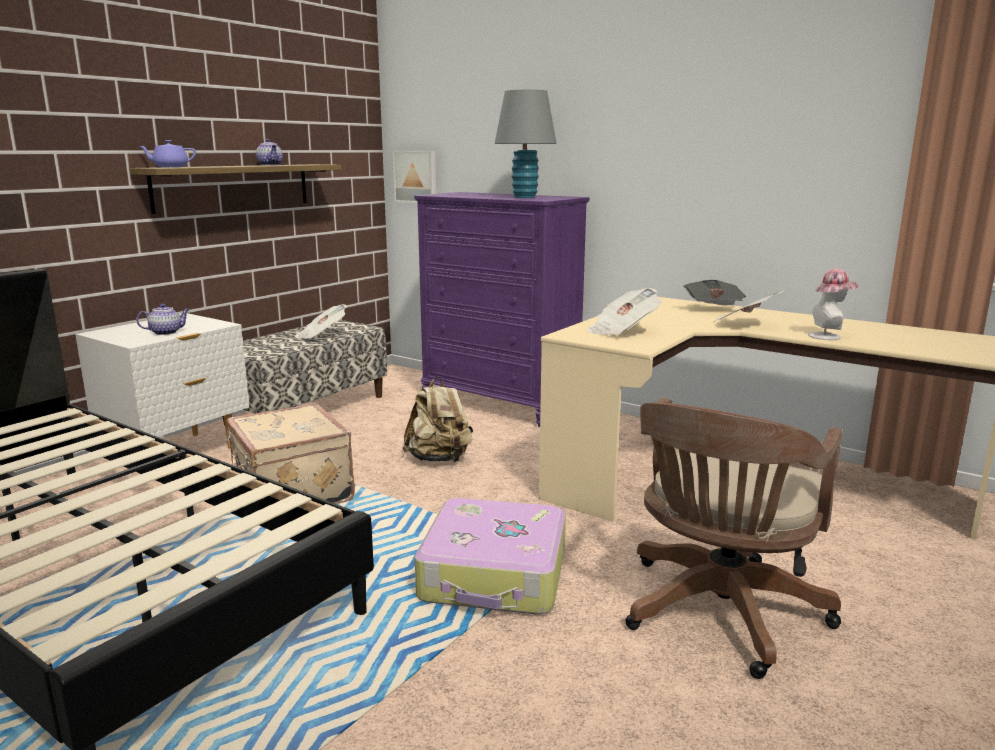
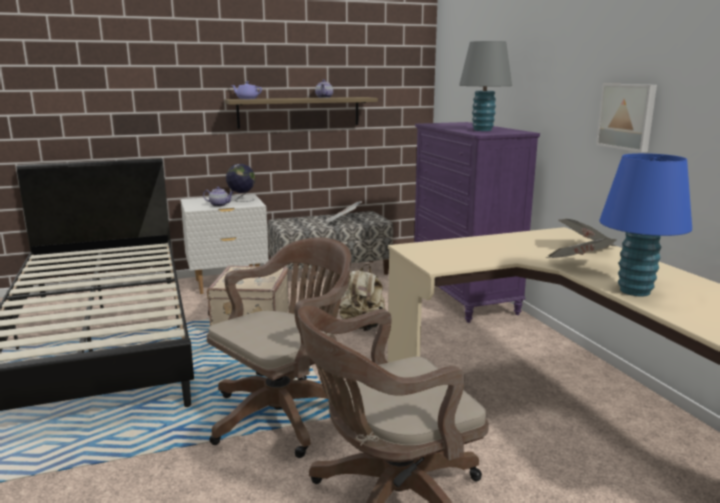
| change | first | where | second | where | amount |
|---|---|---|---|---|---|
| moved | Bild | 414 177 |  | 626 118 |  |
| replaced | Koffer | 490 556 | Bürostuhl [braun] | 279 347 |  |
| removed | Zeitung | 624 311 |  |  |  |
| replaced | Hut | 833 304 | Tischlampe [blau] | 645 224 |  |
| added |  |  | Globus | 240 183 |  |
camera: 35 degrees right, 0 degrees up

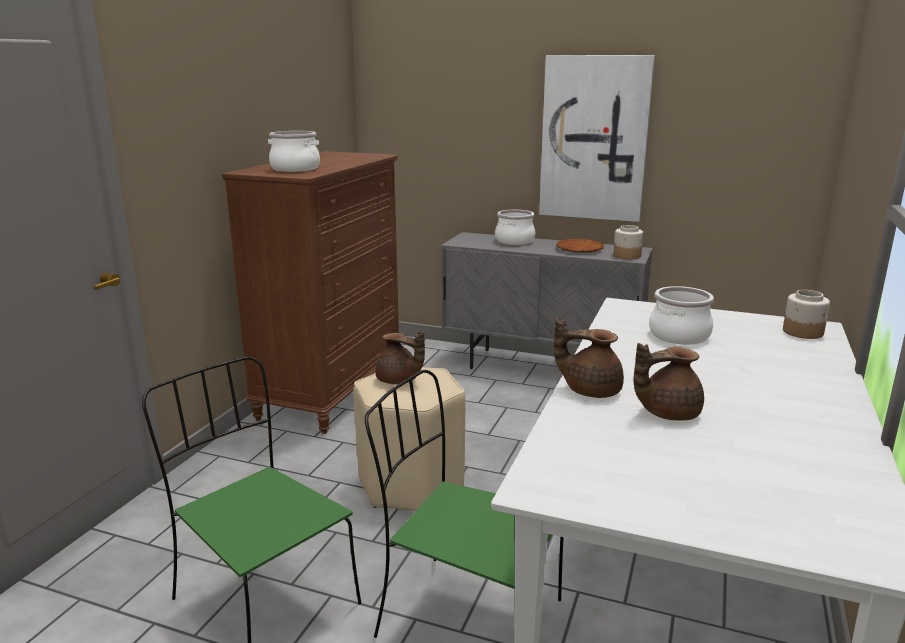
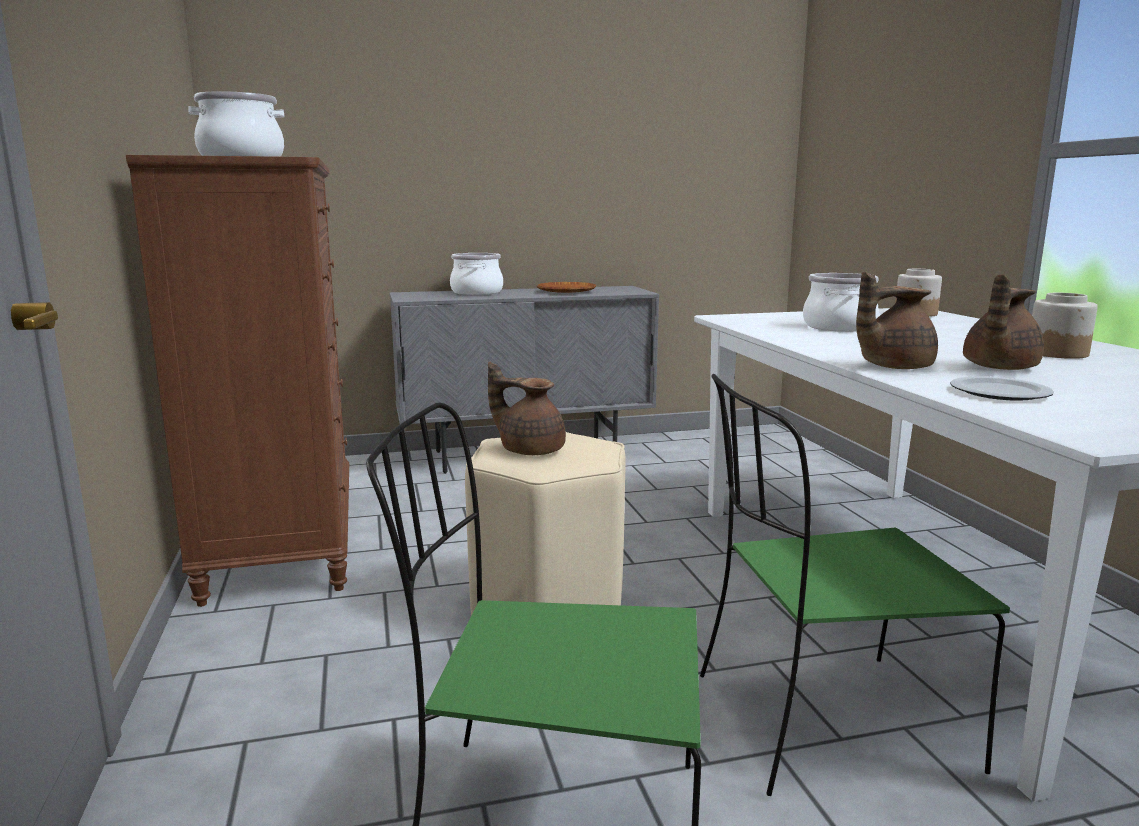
| change | first | where | second | where | amount |
|---|---|---|---|---|---|
| turned | Teekanne [braun] | 400 358 |  | 527 408 | 150 degrees counterclockwise |
| removed | Bild | 597 138 |  |  |  |
| moved | Vorratsglas | 628 242 |  | 1065 326 |  |
| added |  |  | Teller | 1002 388 |  |
camera: 35 degrees left, 5 degrees down

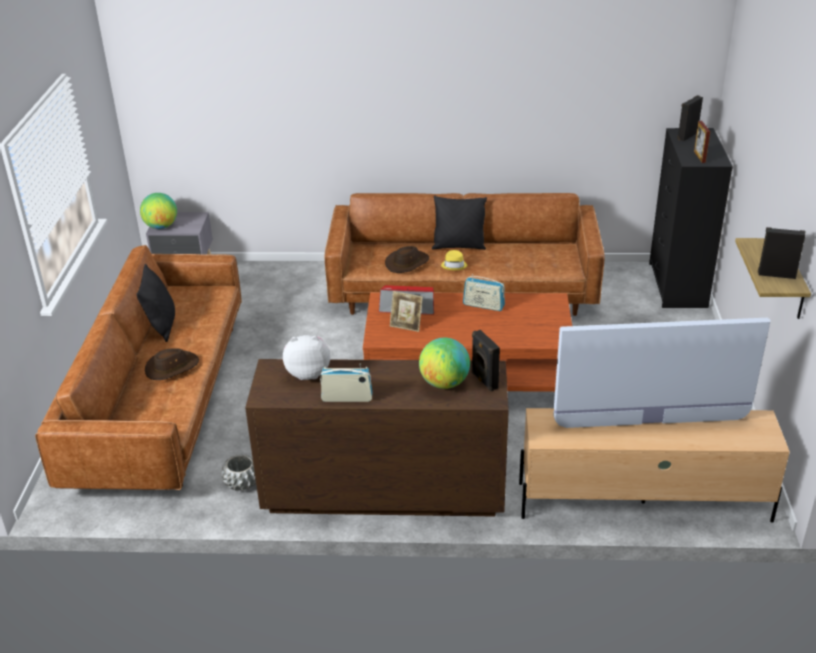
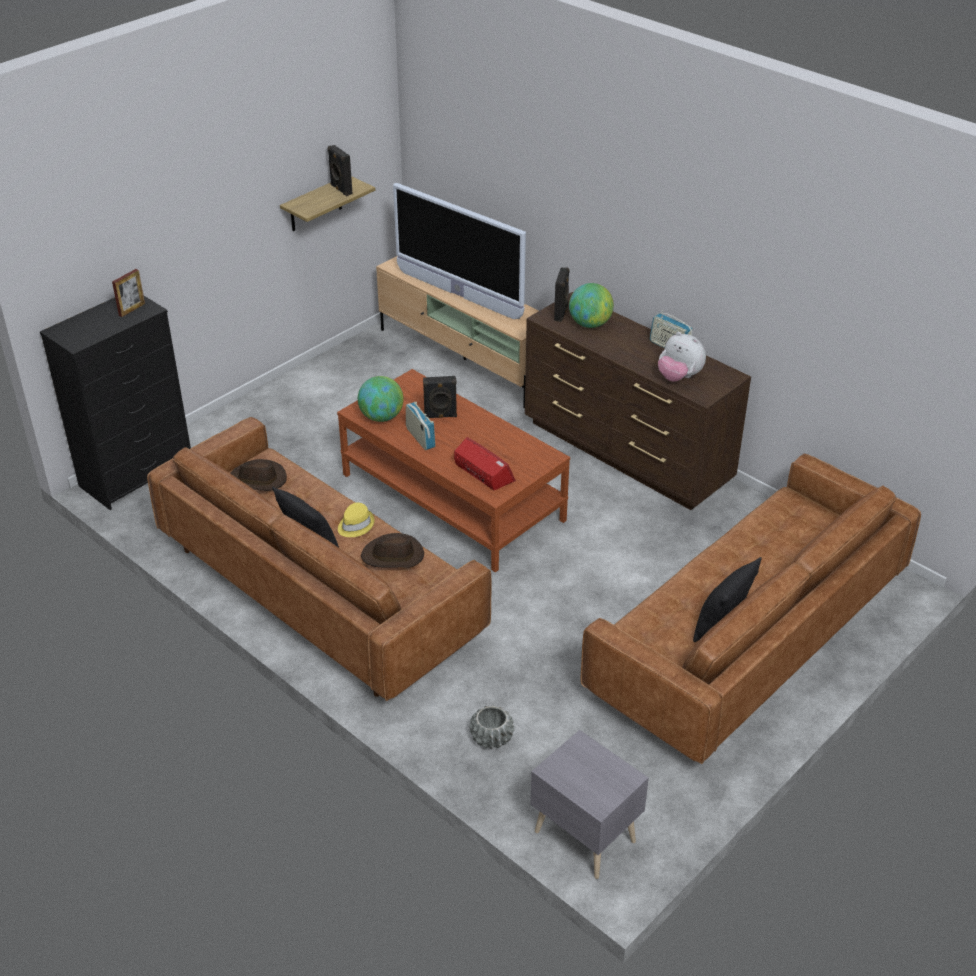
| change | first | where | second | where | amount |
|---|---|---|---|---|---|
| moved | Globus | 158 211 |  | 381 399 |  |
| moved | Hut [braun] | 172 364 |  | 258 475 |  |
| moved | Pflanzkübel [grau] | 238 473 |  | 492 727 |  |
| removed | Bilderrahmen | 406 311 |  |  |  |
| moved | Lautsprecher [schwarz] | 690 118 |  | 440 397 |  |
camera: 140 degrees left, 5 degrees up

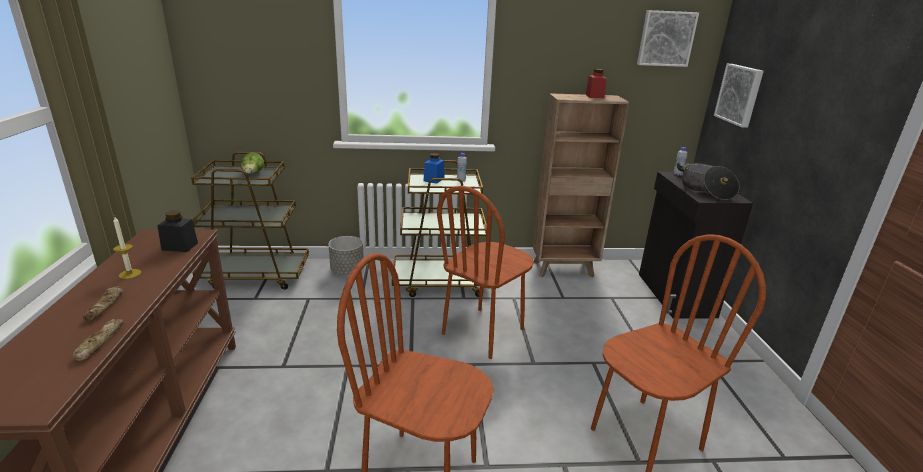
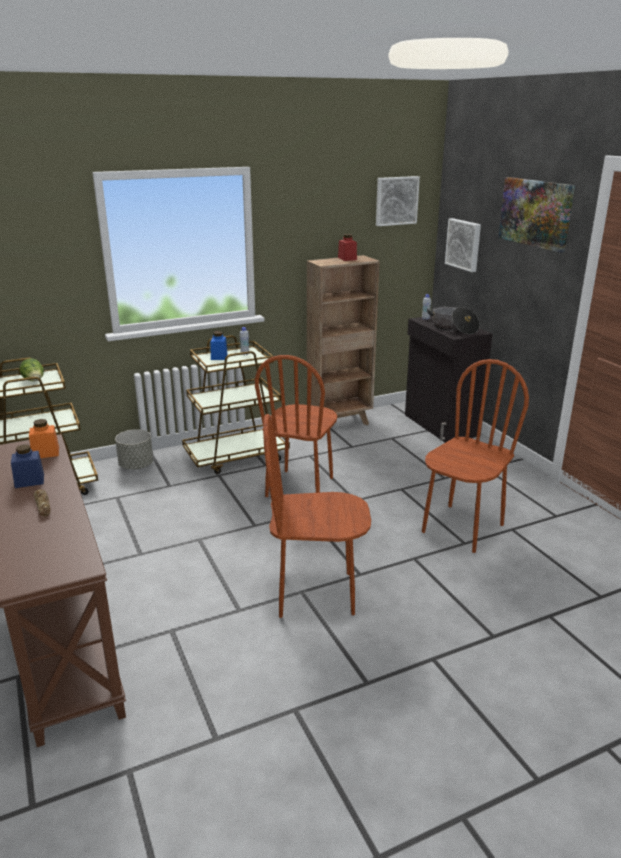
| change | first | where | second | where | amount |
|---|---|---|---|---|---|
| removed | Brot | 98 340 |  |  |  |
| replaced | Kerze | 127 248 | Vorratsglas [blau] | 27 466 |  |
| recoloured | Vorratsglas [schwarz] | 177 231 | Vorratsglas [orange] | 44 438 |  |
| added |  |  | Bild | 536 215 |  |
camera: 20 degrees left, 0 degrees up

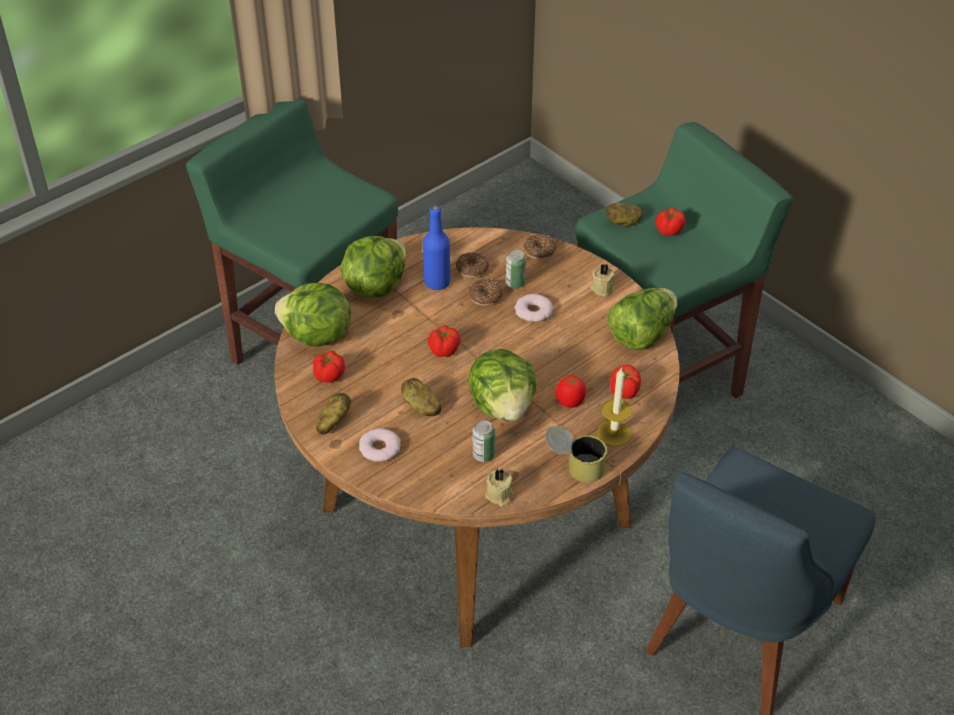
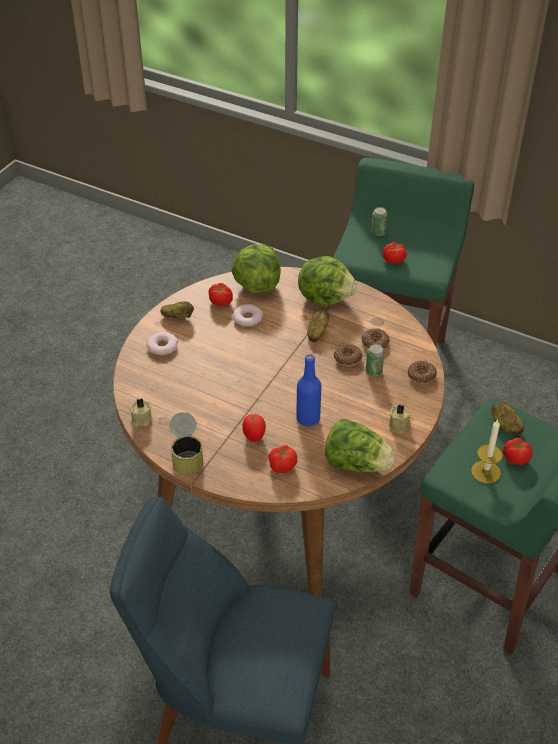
| change | first | where | second | where | amount |
|---|---|---|---|---|---|
| moved | Kartoffel | 421 397 |  | 318 326 |  |
| moved | Flasche [blau] | 436 247 |  | 308 390 |  |
| moved | Tomate | 444 341 |  | 395 253 |  |
| removed | Salatkopf | 503 385 |  |  |  |
| moved | Dose | 484 441 |  | 379 221 |  |
| moved | Donut | 534 308 |  | 248 315 |  |
| moved | Kerze | 614 406 |  | 487 452 |  |
camera: 70 degrees right, 0 degrees up

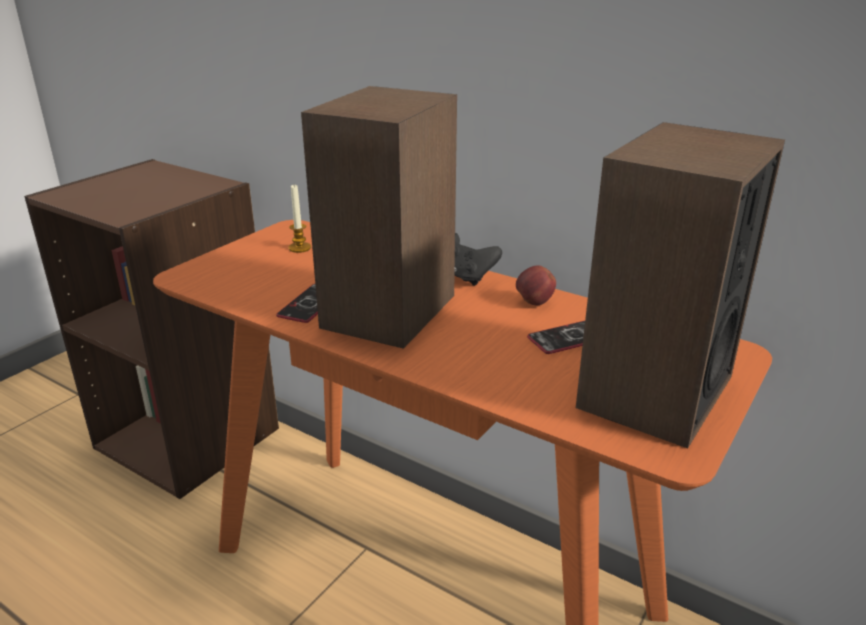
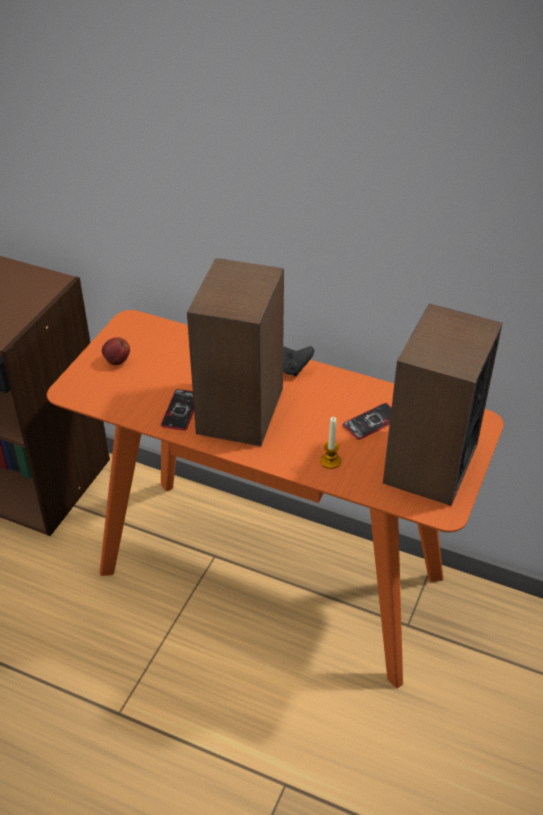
| change | first | where | second | where | amount |
|---|---|---|---|---|---|
| moved | Kerze | 299 219 |  | 330 443 |  |
| moved | Apfel | 536 285 |  | 116 351 |  |
camera: 10 degrees left, 15 degrees up

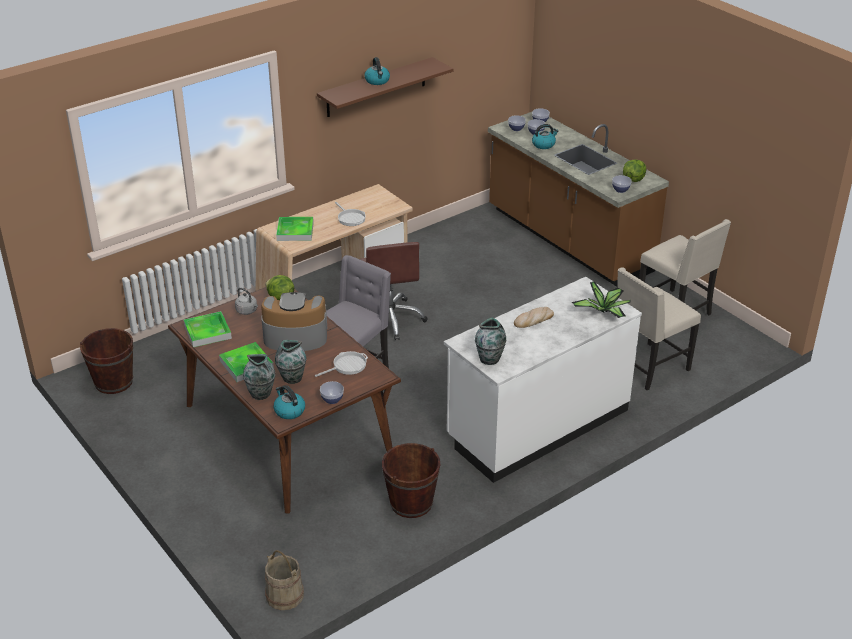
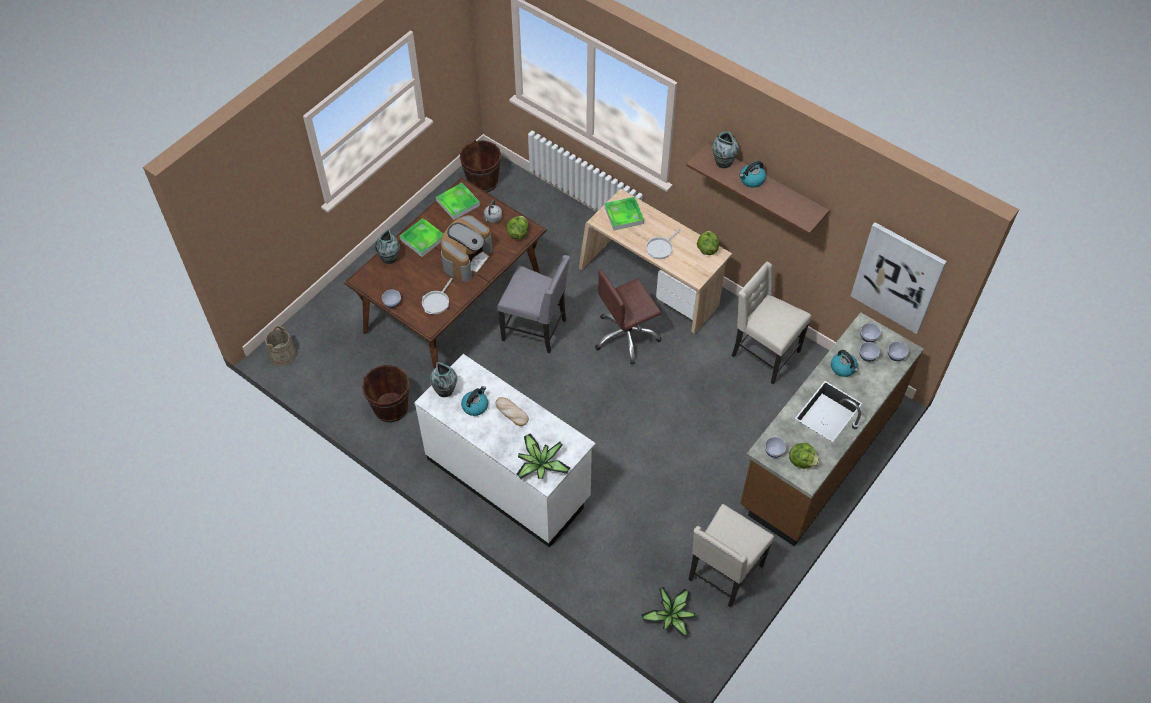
| change | first | where | second | where | amount |
|---|---|---|---|---|---|
| turned | Kaffeemaschine | 294 321 |  | 466 248 | 45 degrees clockwise |
| moved | Wasserkessel | 289 402 |  | 474 401 |  |
| moved | Vase | 290 362 |  | 725 149 |  |
| turned | Pfanne | 341 364 |  | 437 296 | 75 degrees clockwise |
| moved | Stuhl [beige] | 659 329 |  | 771 323 |  |
| added |  |  | Topfpflanze | 668 612 |  |
| added |  |  | Salatkopf | 708 243 |  |
| added |  |  | Bild | 899 278 |  |
camera: 75 degrees right, 20 degrees up

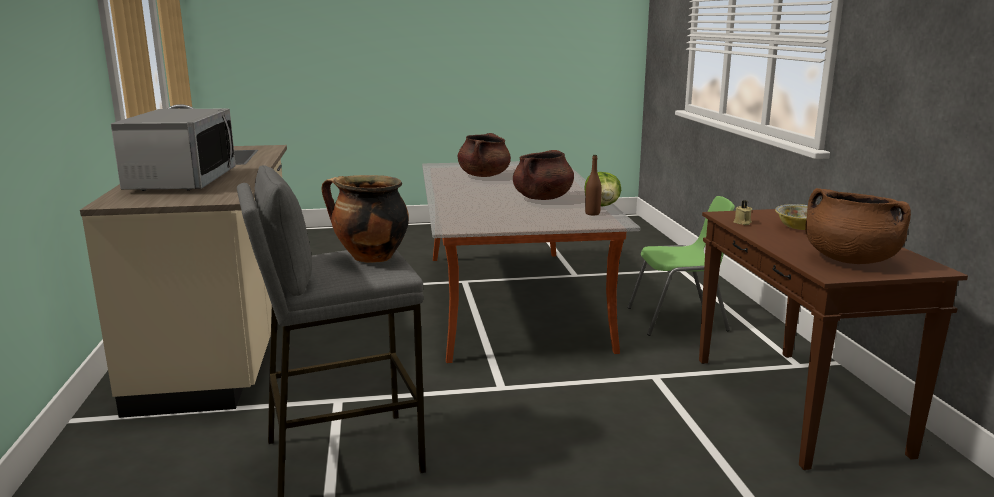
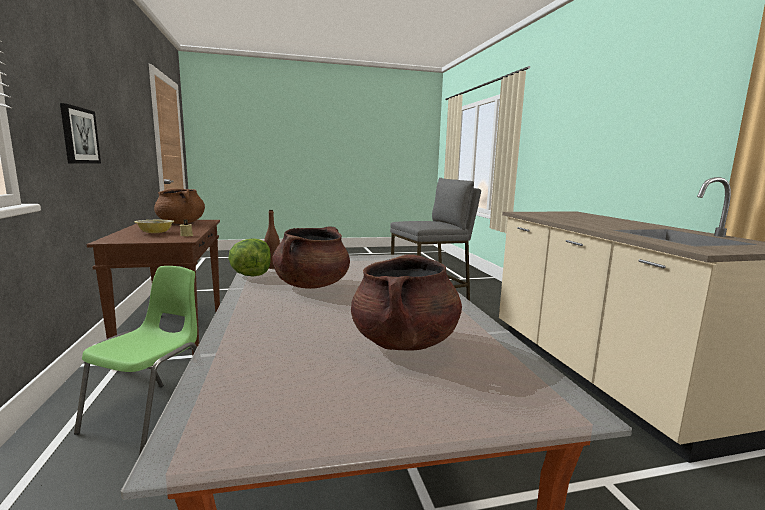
| change | first | where | second | where | amount |
|---|---|---|---|---|---|
| removed | Mikrowelle | 173 150 |  |  |  |
| removed | Kochtopf | 365 219 |  |  |  |
| turned | Stuhl [grün] | 681 266 |  | 135 360 | 120 degrees clockwise |
| added |  |  | Bild | 80 133 |  |
camera: 175 degrees right, 5 degrees down

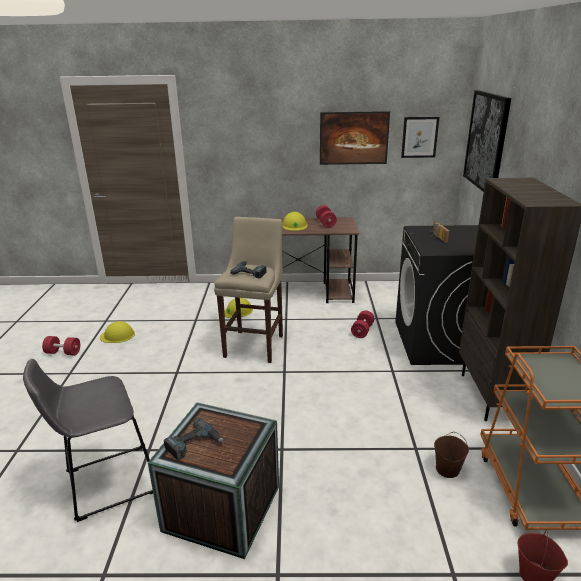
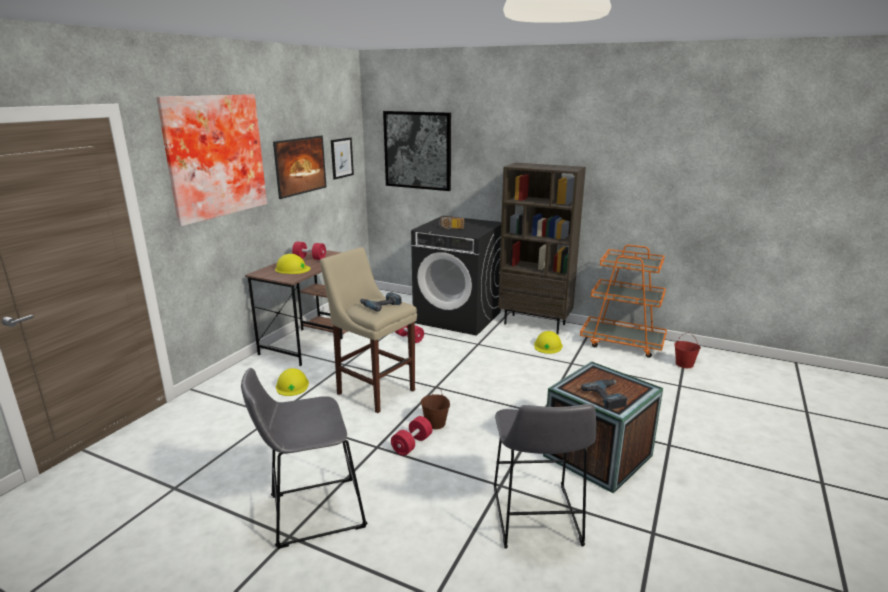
| change | first | where | second | where | amount |
|---|---|---|---|---|---|
| moved | Hantel [rot] | 61 345 |  | 411 436 |  |
| moved | Schutzhelm [gelb] | 117 332 |  | 548 342 |  |
| moved | Eimer [braun] | 451 455 |  | 435 407 |  |
| added |  |  | Bild | 211 160 |  |
| added |  |  | Hocker [grau] | 304 458 |  |
camera: 65 degrees left, 5 degrees down

